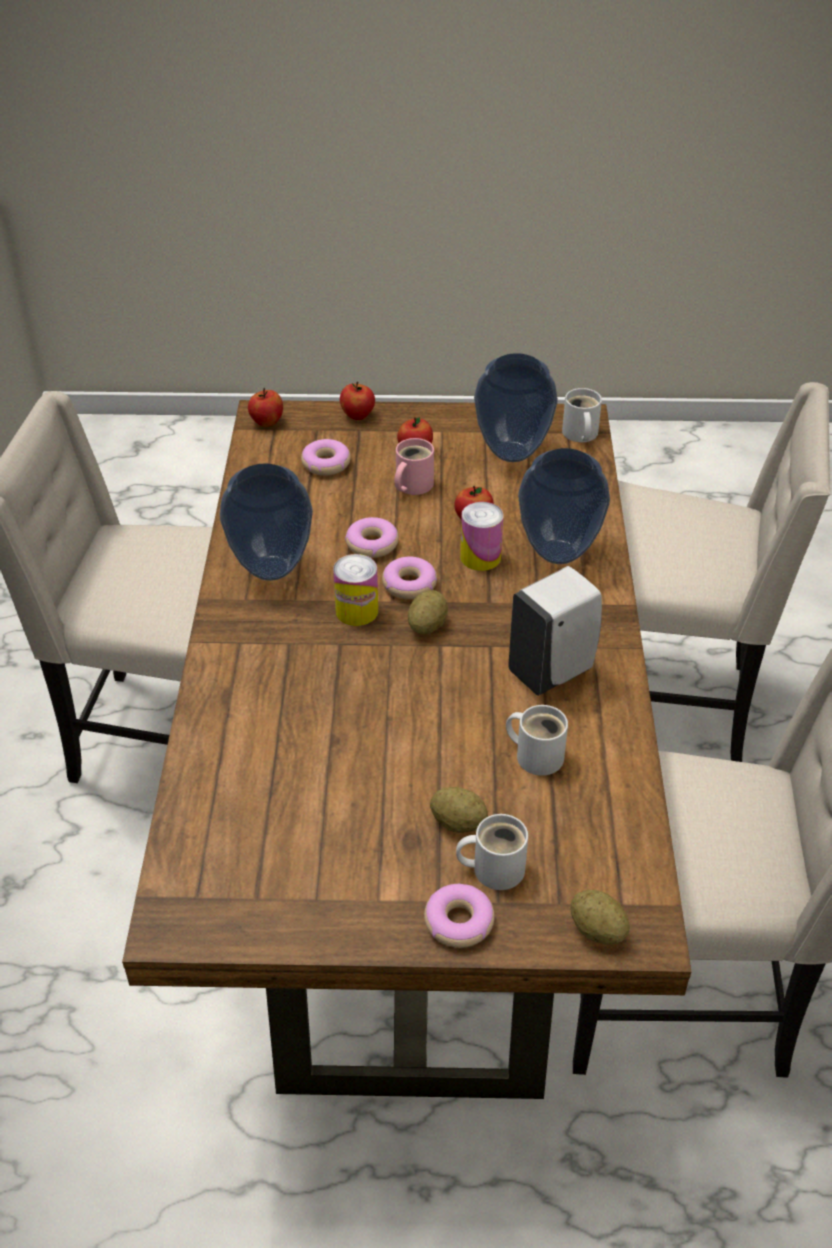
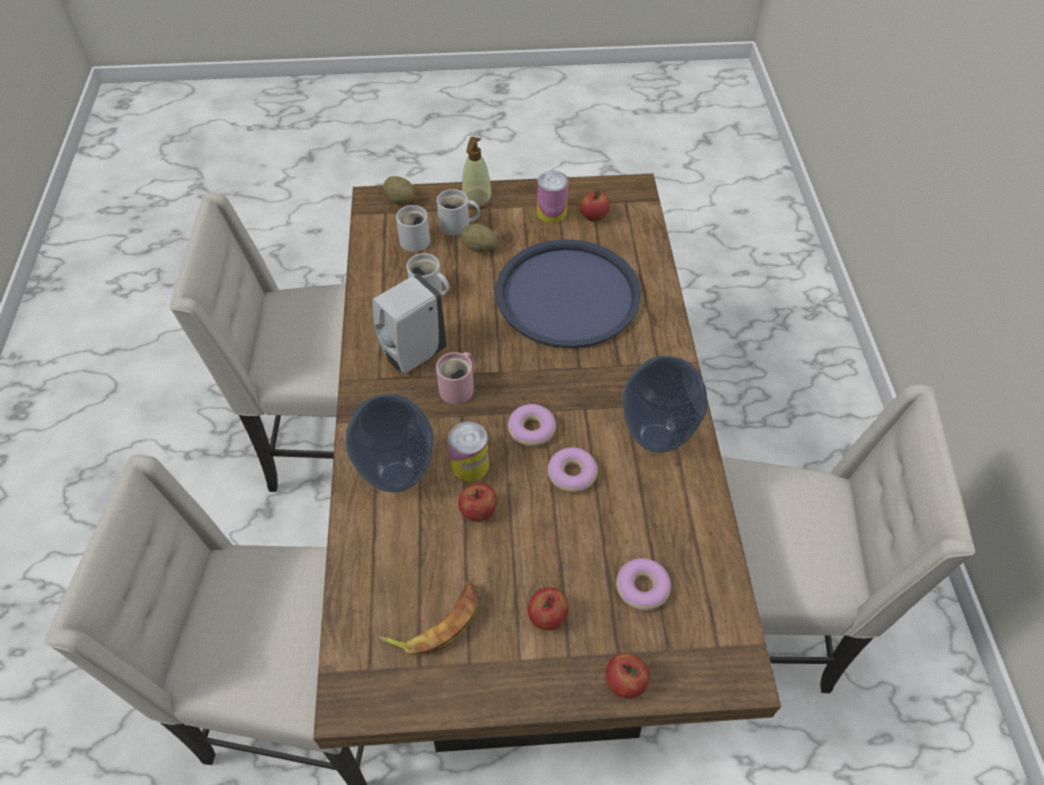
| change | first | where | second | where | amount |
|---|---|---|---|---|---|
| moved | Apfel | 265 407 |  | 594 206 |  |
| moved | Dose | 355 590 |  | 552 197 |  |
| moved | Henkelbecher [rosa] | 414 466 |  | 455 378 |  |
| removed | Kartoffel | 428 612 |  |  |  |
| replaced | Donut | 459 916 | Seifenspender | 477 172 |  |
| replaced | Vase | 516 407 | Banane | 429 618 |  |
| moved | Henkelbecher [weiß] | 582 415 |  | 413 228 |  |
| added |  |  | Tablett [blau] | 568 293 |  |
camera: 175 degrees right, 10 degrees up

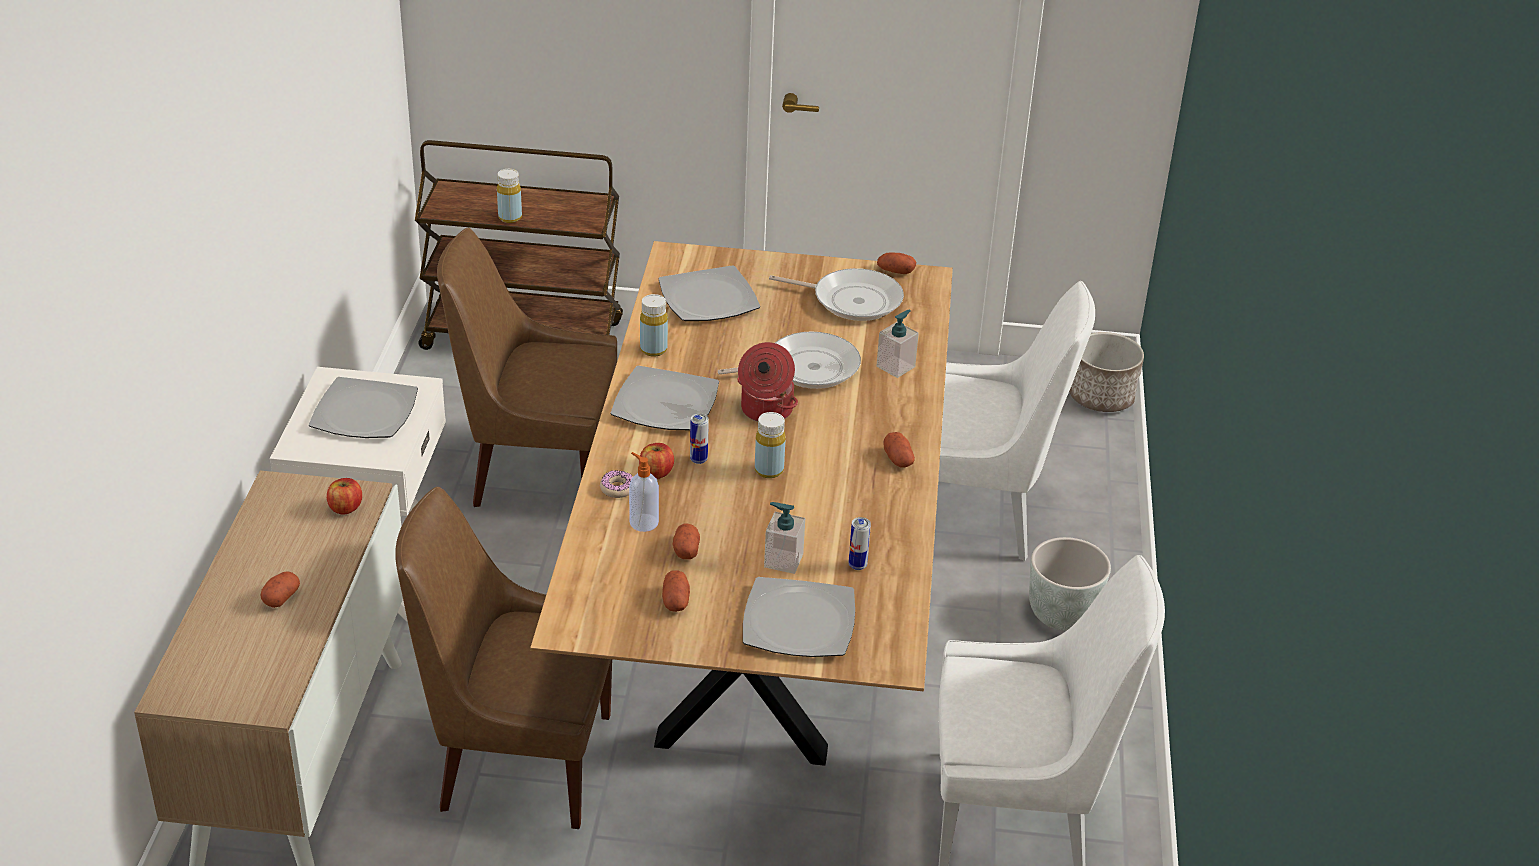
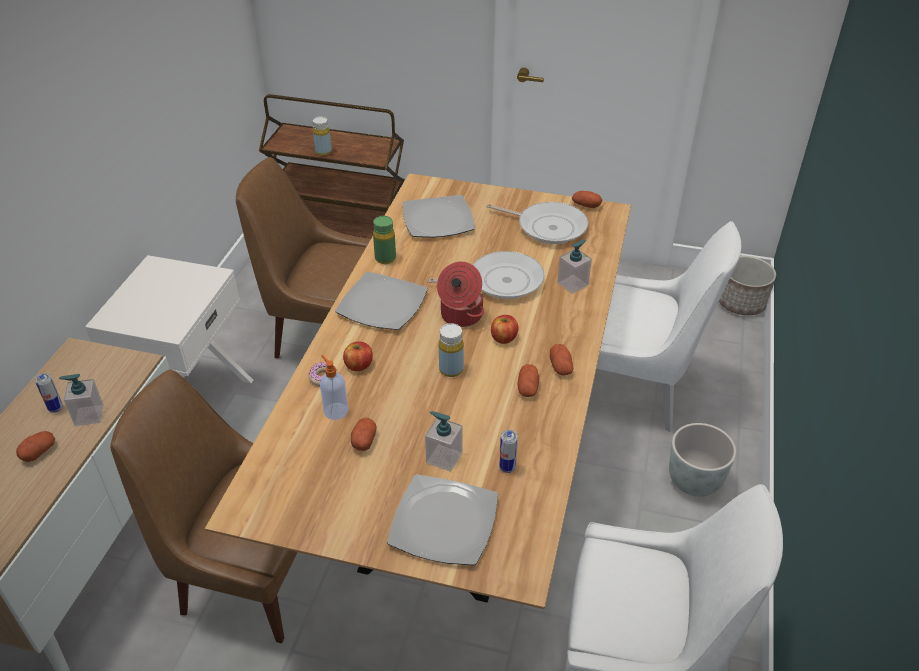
| change | first | where | second | where | amount |
|---|---|---|---|---|---|
| removed | Teller | 363 407 |  |  |  |
| moved | Apfel | 344 496 |  | 505 329 |  |
| recoloured | Flasche [gelb] | 654 325 | Flasche [grün] | 384 240 |  |
| moved | Kartoffel | 676 591 |  | 528 380 |  |
| moved | Dose | 699 438 |  | 49 393 |  |
| added |  |  | Seifenspender | 81 400 |  |
camera: 10 degrees right, 5 degrees up

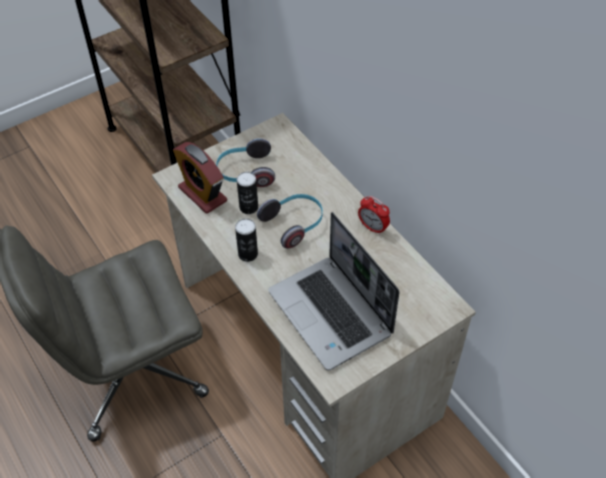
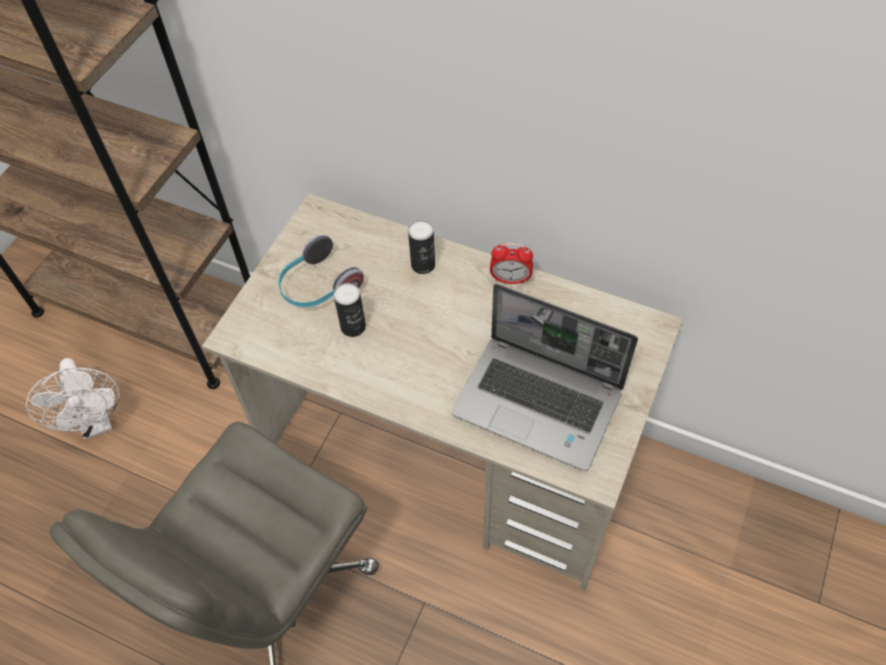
| change | first | where | second | where | amount |
|---|---|---|---|---|---|
| removed | Wecker | 200 178 |  |  |  |
| moved | Dose | 246 240 |  | 421 247 |  |
| removed | Kopfhörer | 290 221 |  |  |  |
| added |  |  | Ventilator [weiß] | 73 399 |  |
camera: 30 degrees left, 5 degrees up

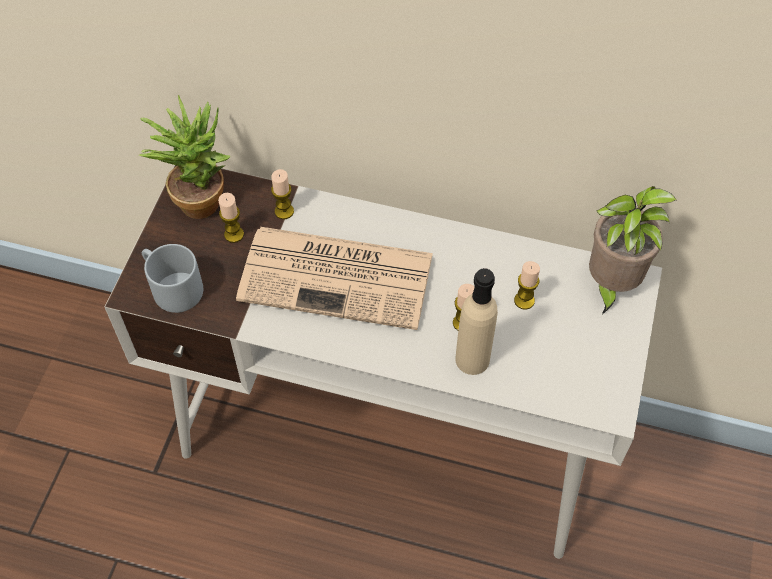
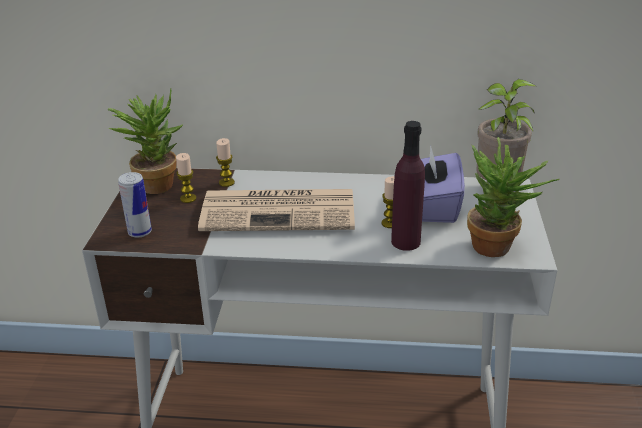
| change | first | where | second | where | amount |
|---|---|---|---|---|---|
| replaced | Henkelbecher [grau] | 172 278 | Dose | 135 205 |  |
| recoloured | Flasche [beige] | 476 321 | Flasche [lila] | 408 186 |  |
| replaced | Kerze | 527 285 | Taschentuchbox [lila] | 443 184 |  |
| added |  |  | Topfpflanze | 513 197 |  |
camera: 10 degrees left, 25 degrees down

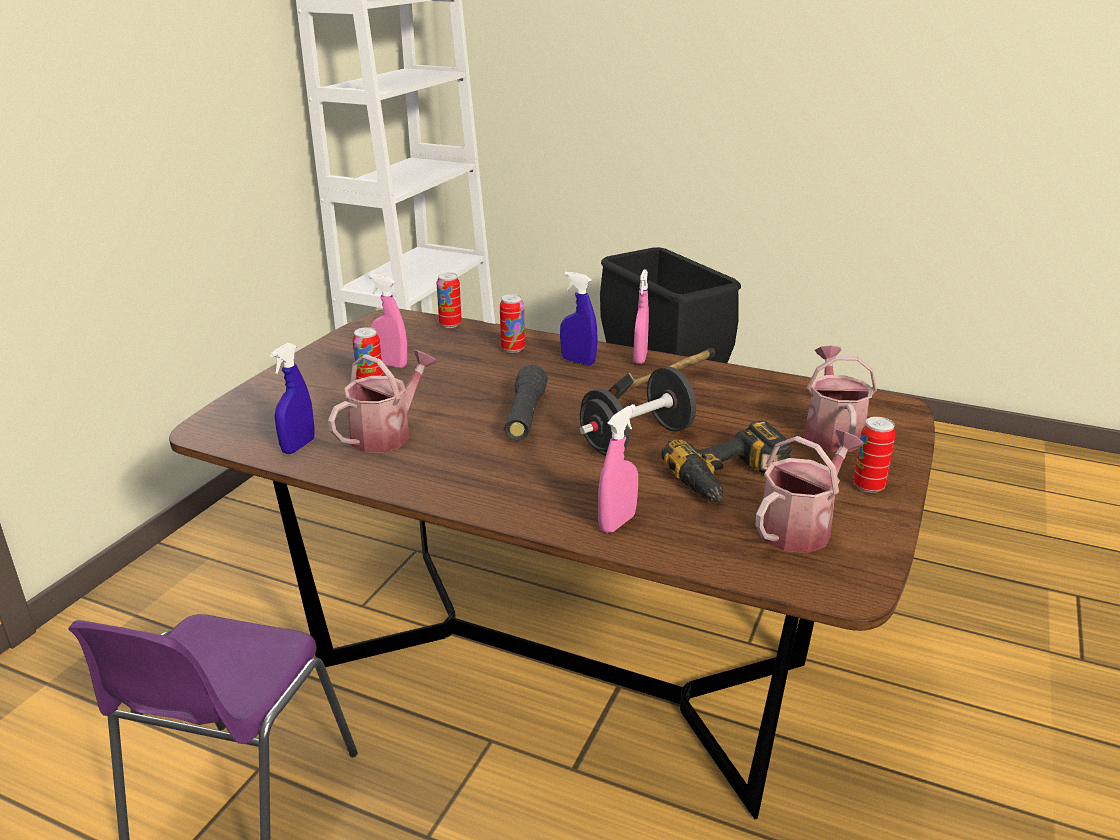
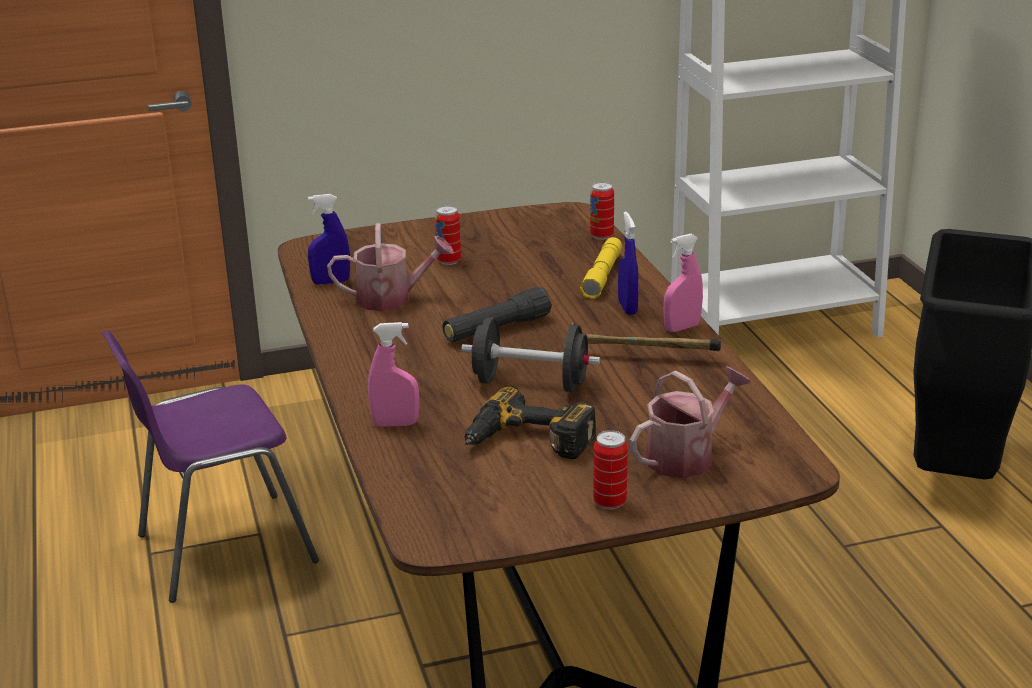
| change | first | where | second | where | amount |
|---|---|---|---|---|---|
| removed | Sprühflasche [rosa] | 388 321 |  |  |  |
| replaced | Dose | 512 323 | Taschenlampe [gelb] | 601 268 |  |
| removed | Gießkanne | 809 491 |  |  |  |
camera: 50 degrees right, 0 degrees up

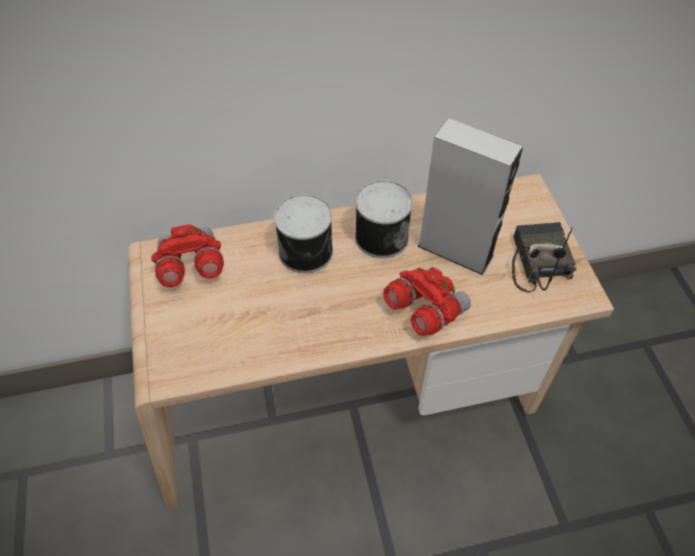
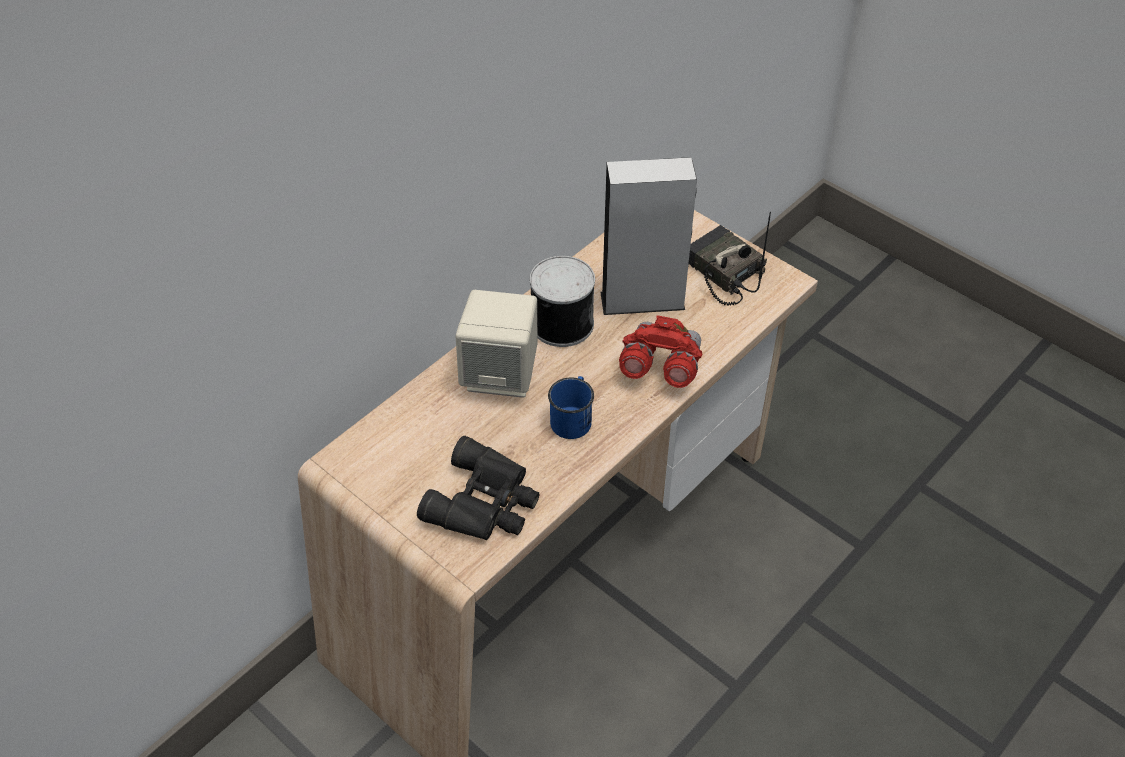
| change | first | where | second | where | amount |
|---|---|---|---|---|---|
| removed | Fernglas [rot] | 187 255 |  |  |  |
| replaced | Dose | 303 233 | Lautsprecher [beige] | 496 344 |  |
| added |  |  | Fernglas [schwarz] | 478 488 |  |
| added |  |  | Henkelbecher [blau] | 571 407 |  |
camera: 35 degrees left, 5 degrees down

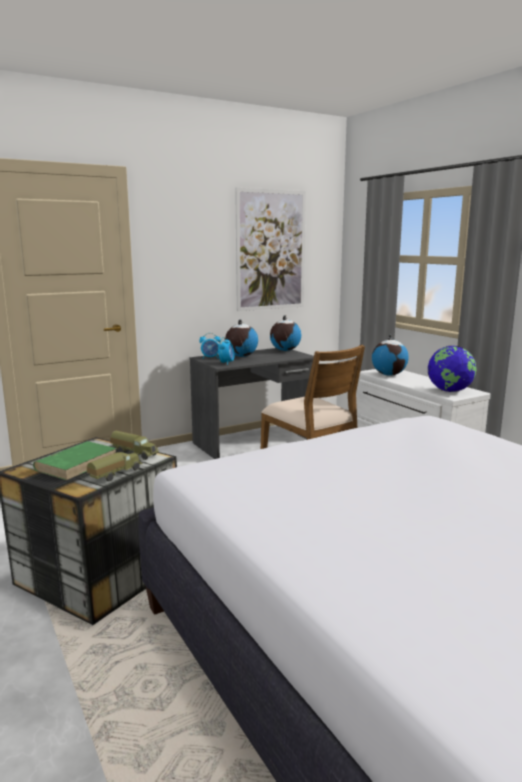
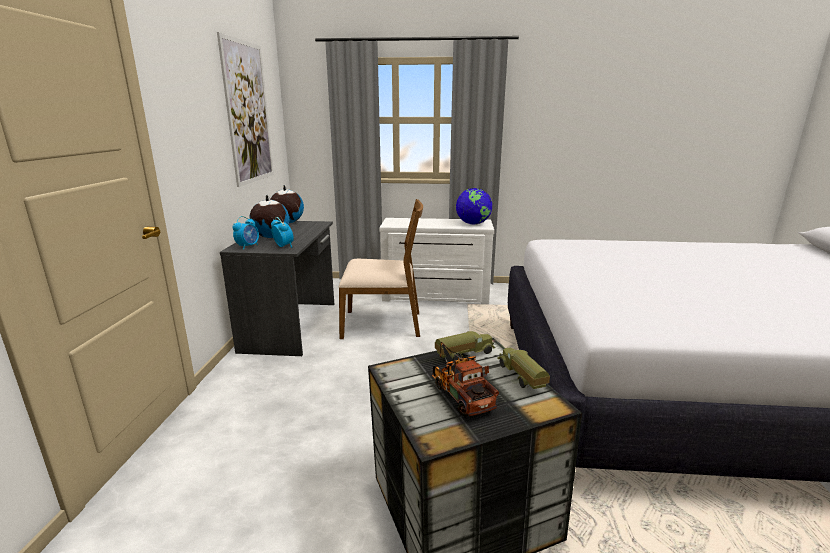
| change | first | where | second | where | amount |
|---|---|---|---|---|---|
| replaced | Buch [grün] | 75 460 | Spielzeuglaster | 465 379 |  |
| removed | Globus | 390 355 |  |  |  |
camera: 55 degrees left, 5 degrees up

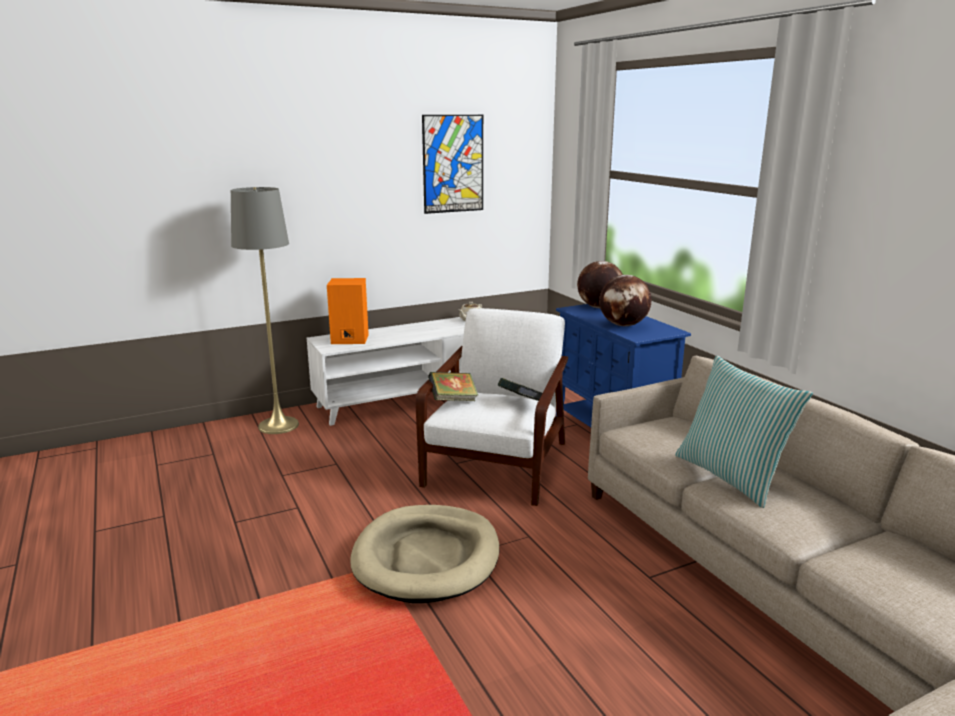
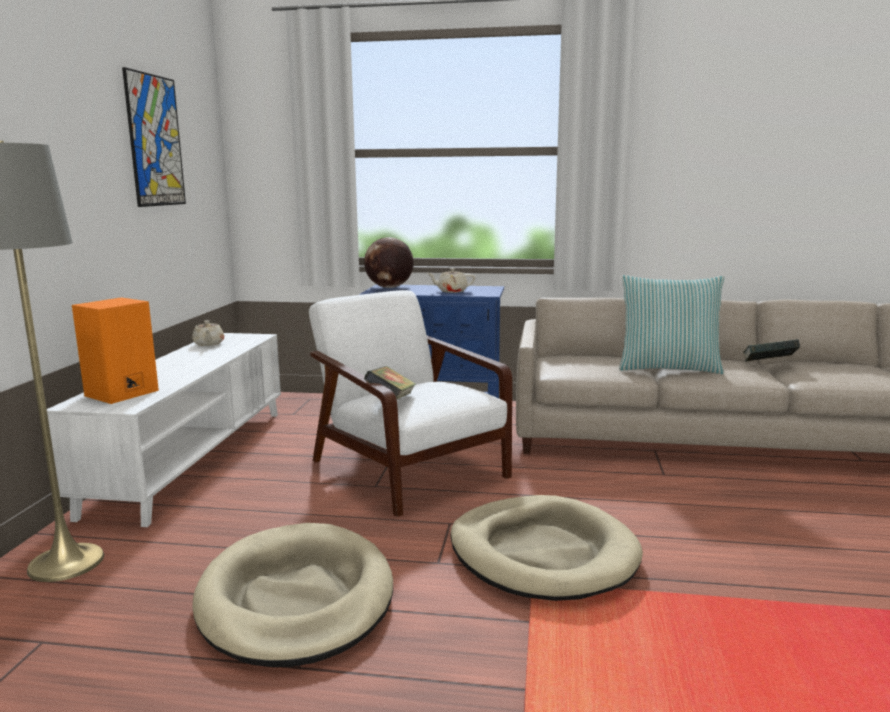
| change | first | where | second | where | amount |
|---|---|---|---|---|---|
| moved | Buch | 520 389 |  | 771 350 |  |
| replaced | Globus | 625 300 | Teekanne [beige] | 451 280 |  |
| added |  |  | Hundebett [beige] | 292 595 |  |
camera: 55 degrees left, 5 degrees down

